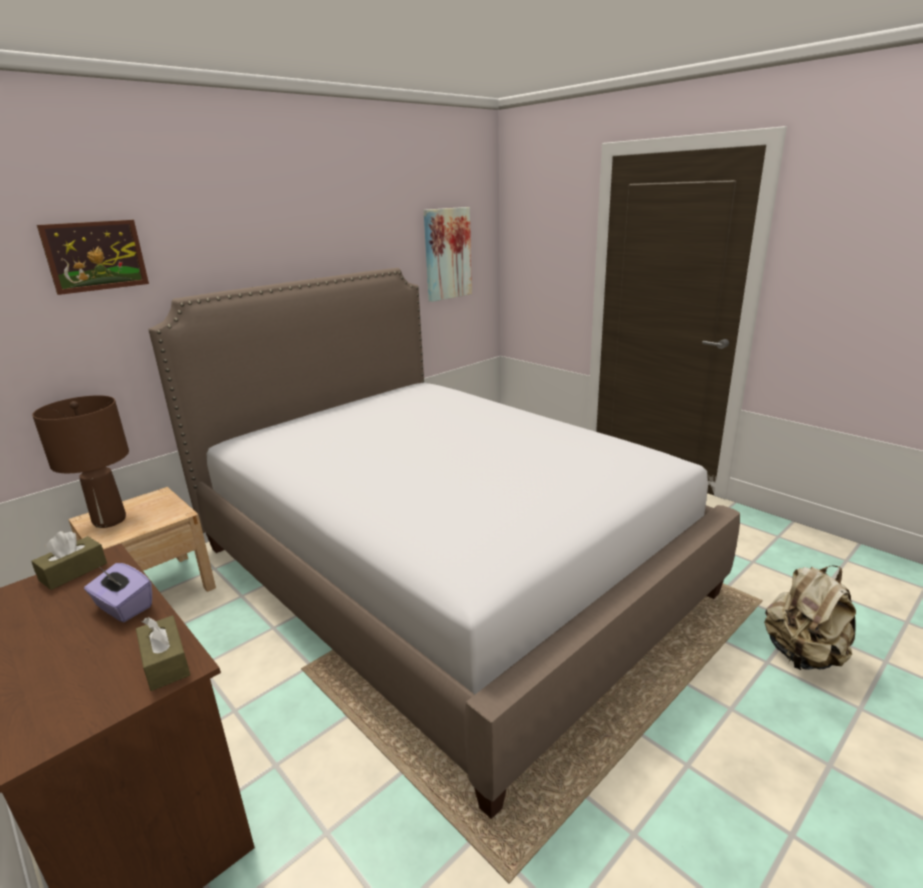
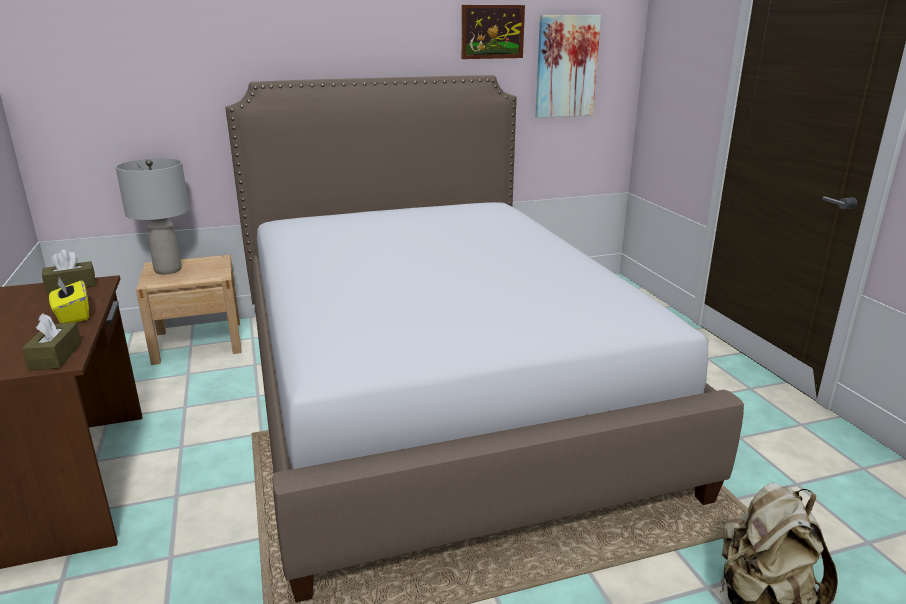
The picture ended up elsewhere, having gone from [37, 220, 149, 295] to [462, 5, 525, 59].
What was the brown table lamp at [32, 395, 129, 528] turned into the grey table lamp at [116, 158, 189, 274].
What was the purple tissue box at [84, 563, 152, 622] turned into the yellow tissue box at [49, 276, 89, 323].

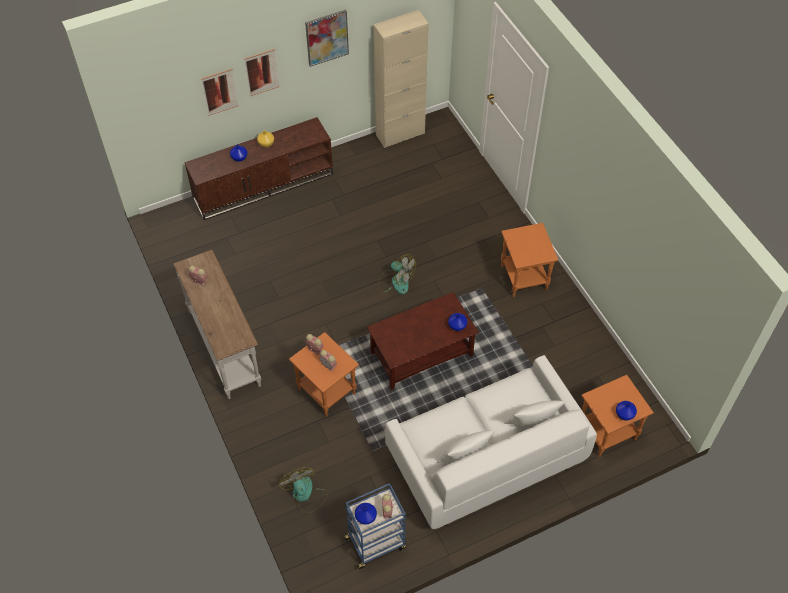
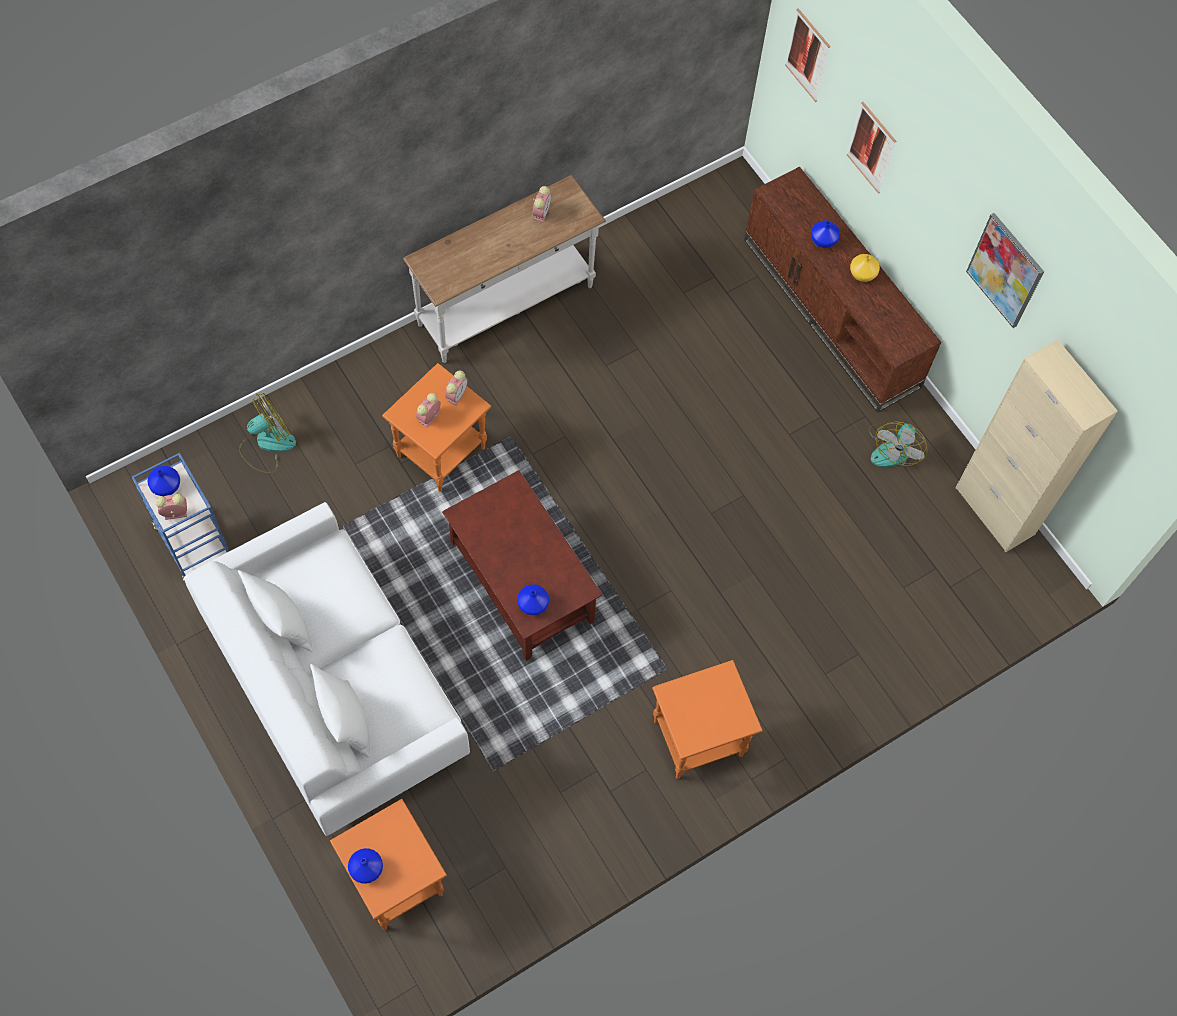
The picture ended up elsewhere, having gone from [244, 49, 280, 96] to [785, 8, 830, 102].
The fan ended up elsewhere, having gone from [378, 254, 416, 294] to [869, 422, 927, 467].

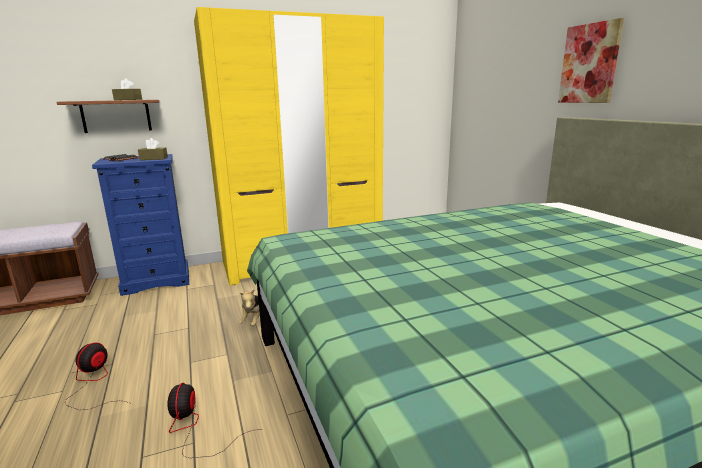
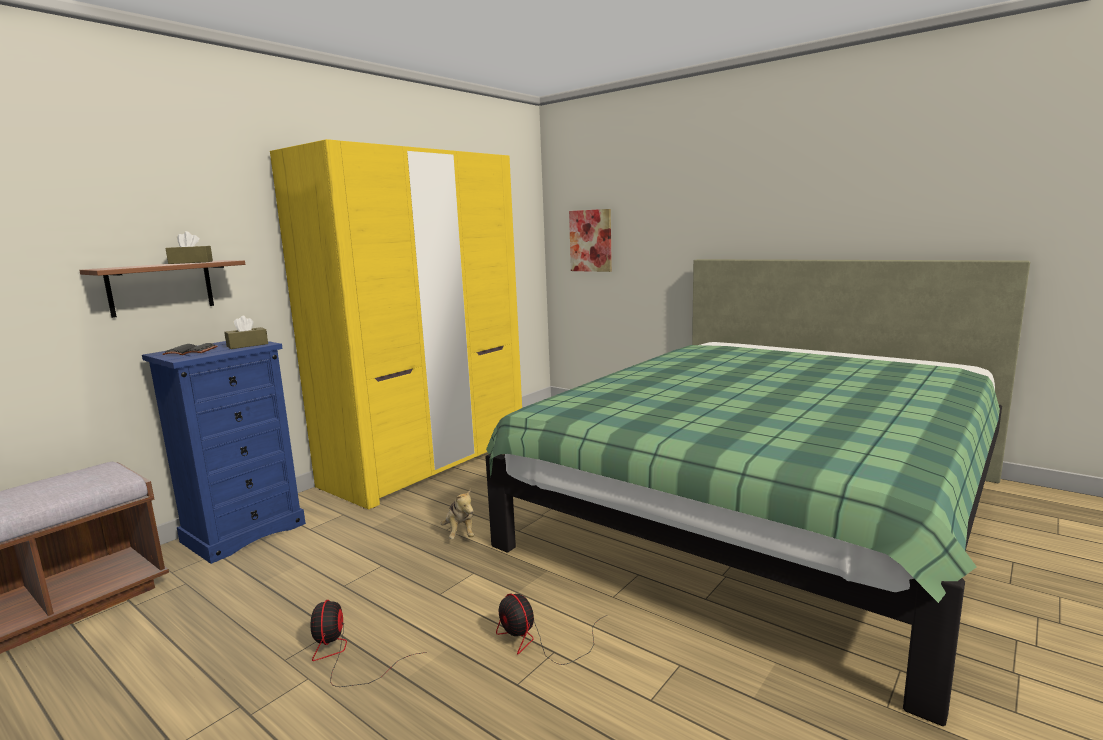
The picture ended up elsewhere, having gone from [558, 18, 624, 103] to [569, 209, 612, 272].

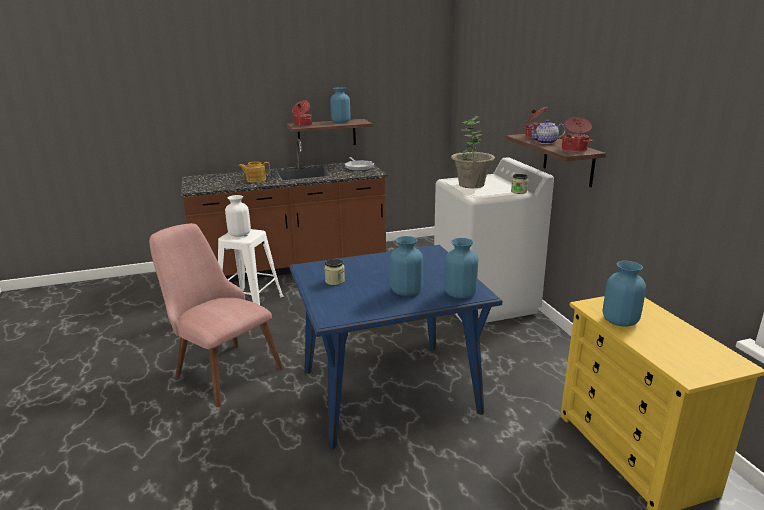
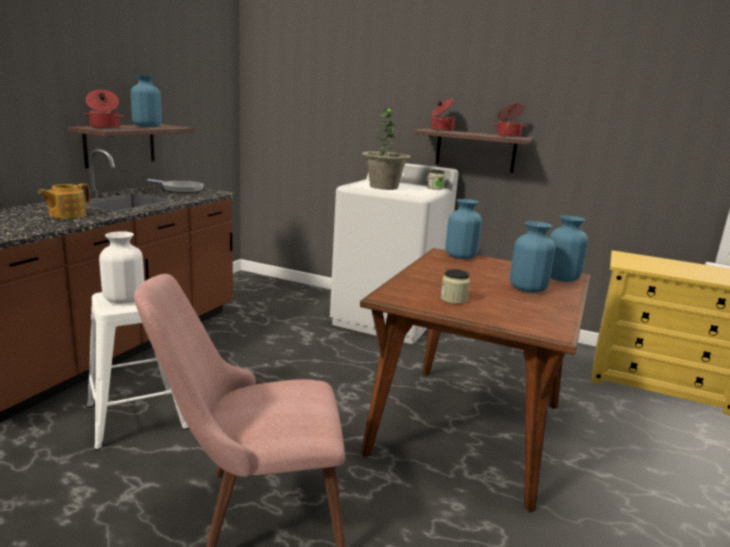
The second view lost the teapot at [528, 120, 566, 144].
What was the blue dining table at [289, 245, 502, 449] turned into the brown dining table at [360, 248, 590, 512].
The blue vase ended up elsewhere, having gone from [603, 261, 646, 327] to [445, 199, 482, 259].

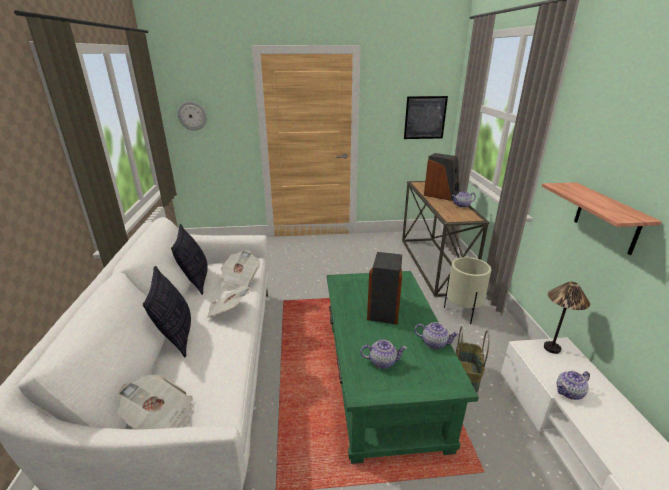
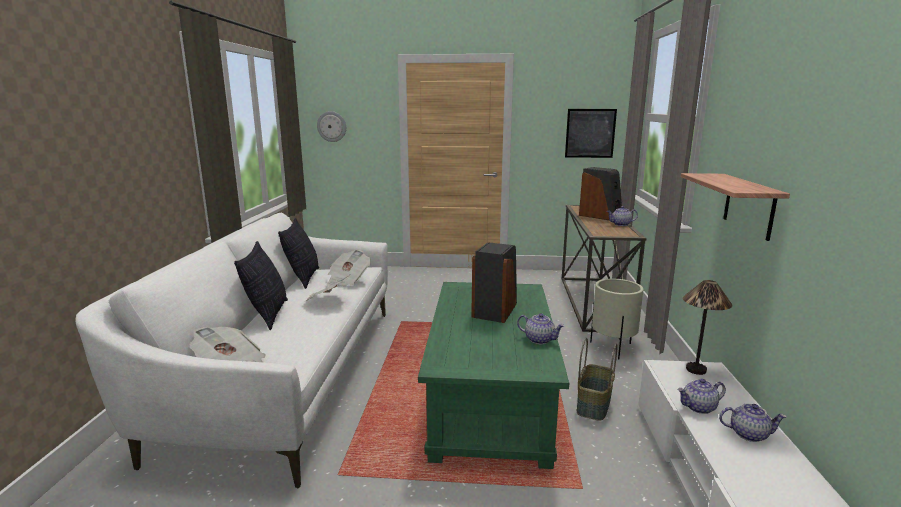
The teapot ended up elsewhere, having gone from [361, 340, 407, 369] to [719, 404, 787, 442].

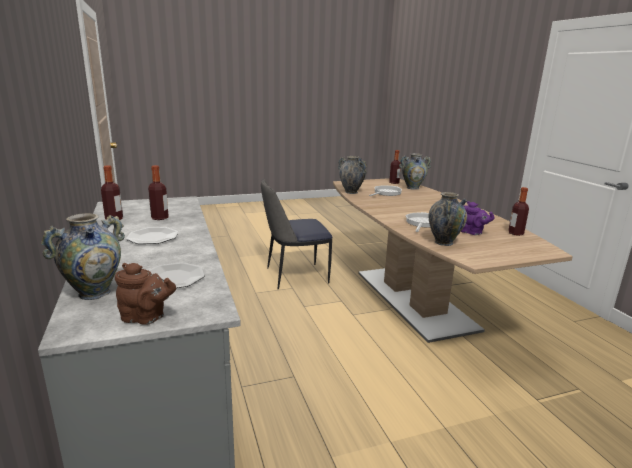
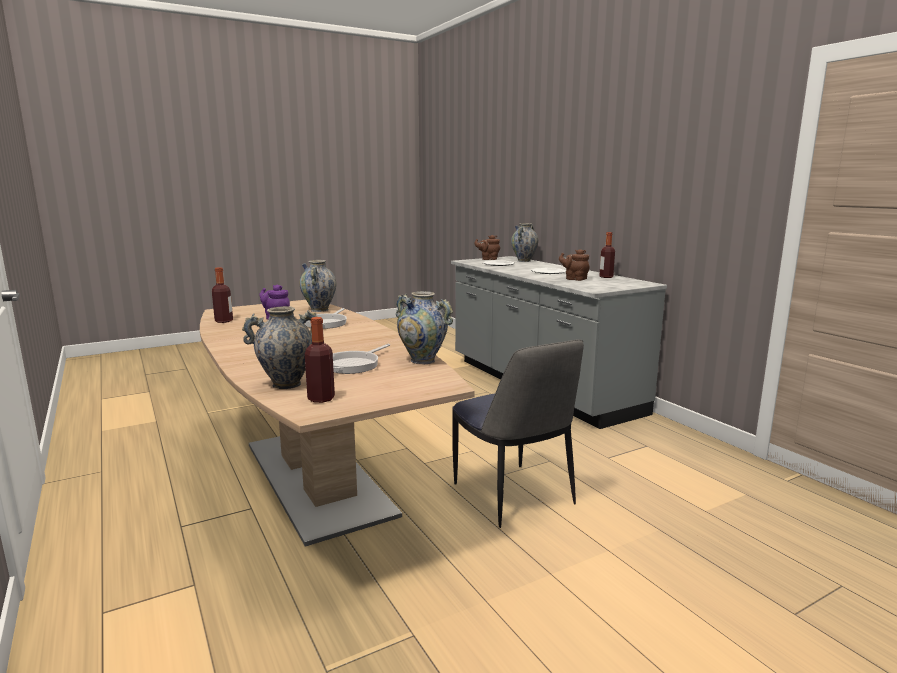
Where the bottle stood at [148, 165, 169, 220], the brown teapot came to stand at [559, 249, 590, 281].
The chair at [261, 179, 333, 289] ended up facing another way, 90 degrees clockwise from before.

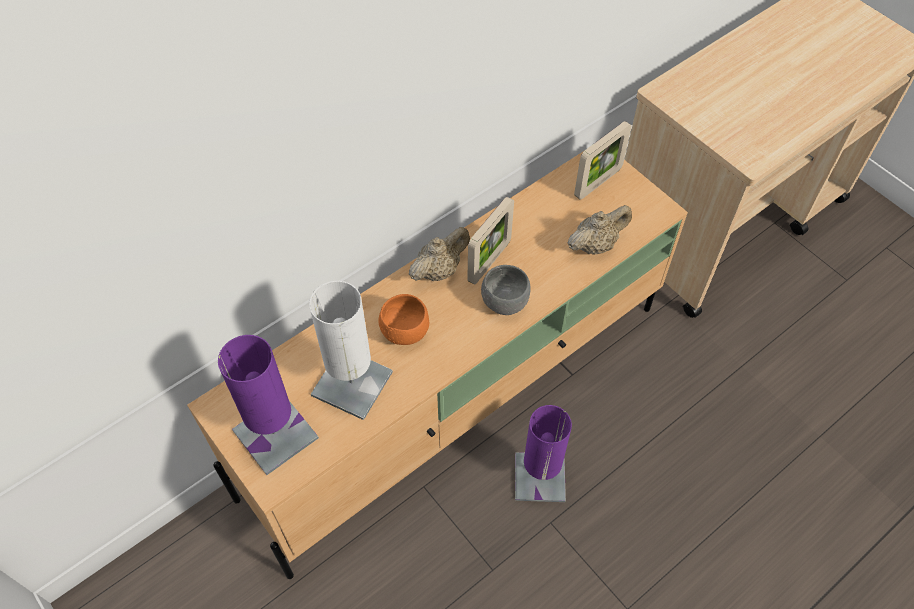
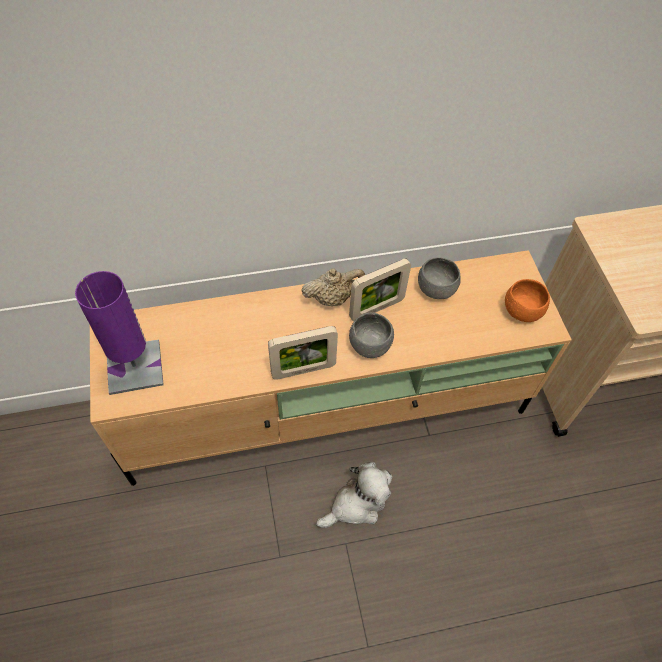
The picture frame ended up elsewhere, having gone from [574, 121, 632, 200] to [268, 326, 338, 380].
The second view lost the beige teapot at [567, 205, 632, 255].
The second view lost the white table lamp at [309, 281, 393, 420].
The orange bowl ended up elsewhere, having gone from [379, 294, 429, 345] to [505, 279, 550, 322].
Where the purple table lamp stood at [515, 405, 572, 502], the plush toy came to stand at [316, 462, 392, 528].
The second view gained the grey bowl at [418, 257, 461, 299].

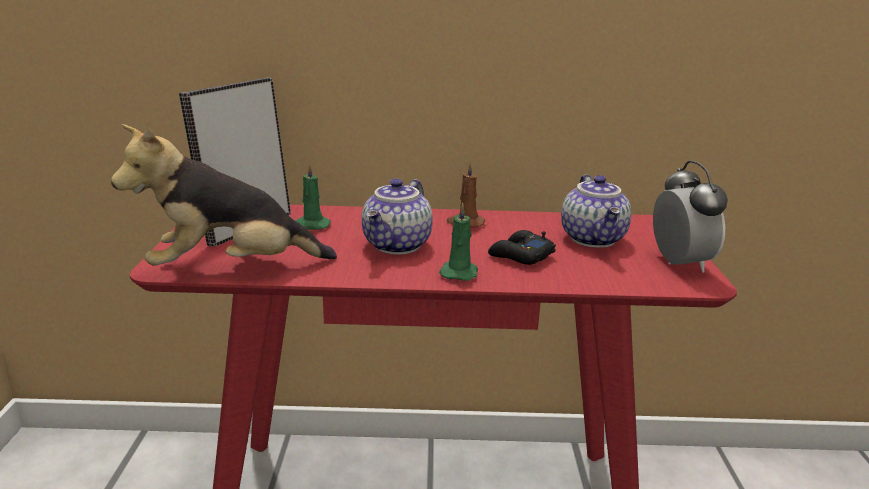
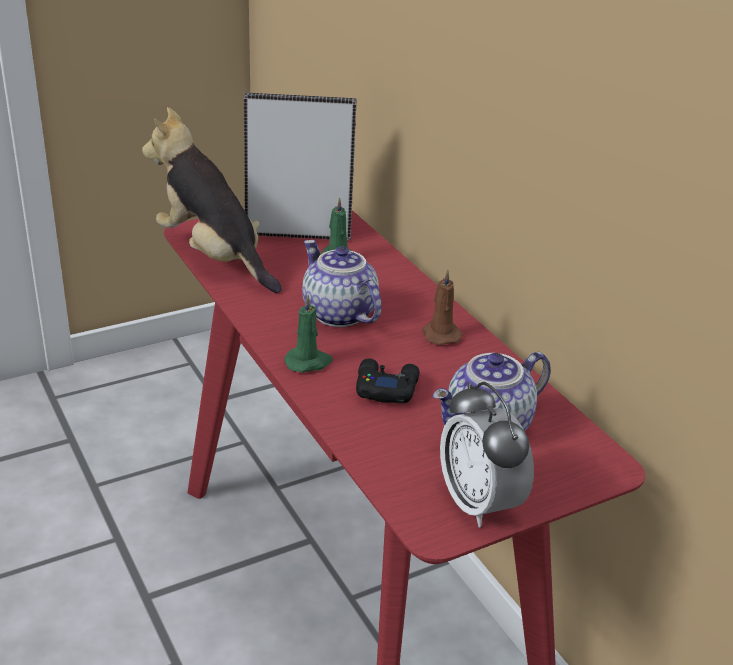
The alarm clock at [653, 161, 728, 273] ended up facing another way, 105 degrees clockwise from before.
The teapot at [362, 179, 433, 255] ended up facing another way, 60 degrees clockwise from before.

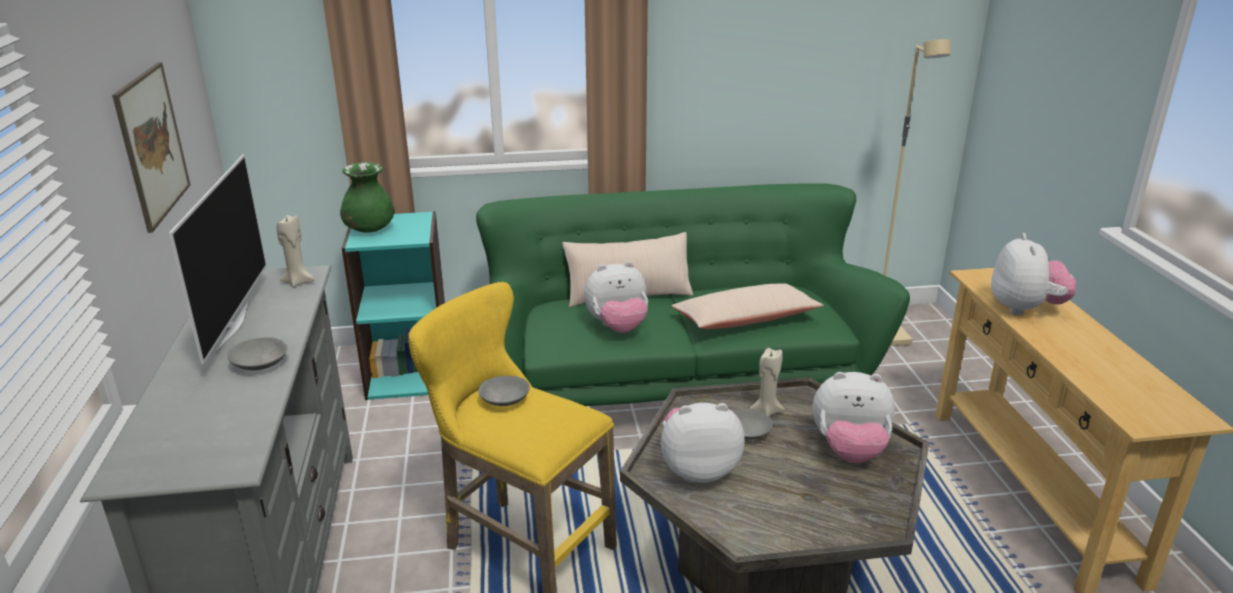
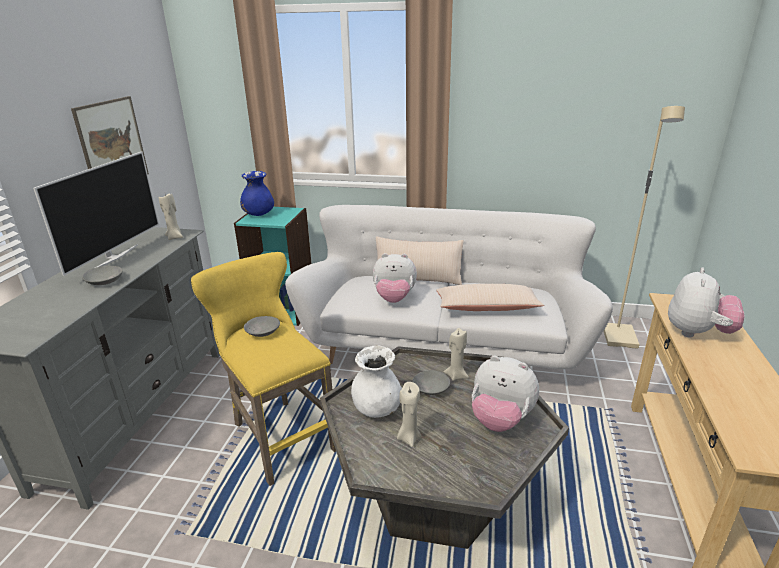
What was the green vase at [340, 162, 395, 233] turned into the blue vase at [240, 171, 274, 216].
What was the green sofa at [476, 183, 910, 406] turned into the white sofa at [285, 205, 613, 369].
Where the plush toy stood at [661, 403, 745, 483], the white vase came to stand at [351, 345, 402, 418].
The second view gained the beige candle at [397, 382, 421, 447].

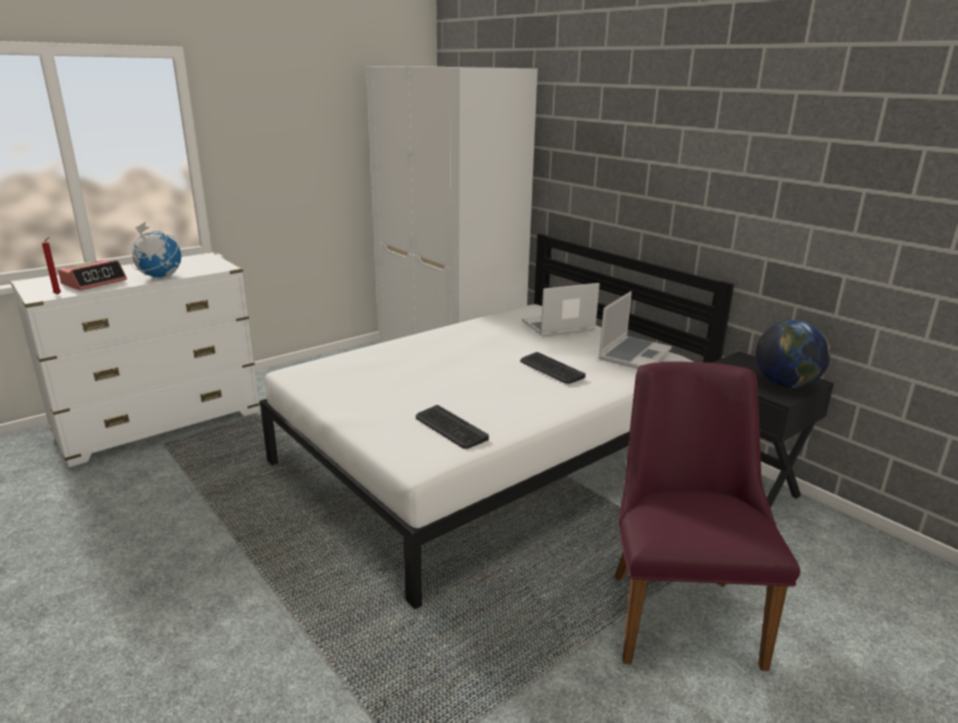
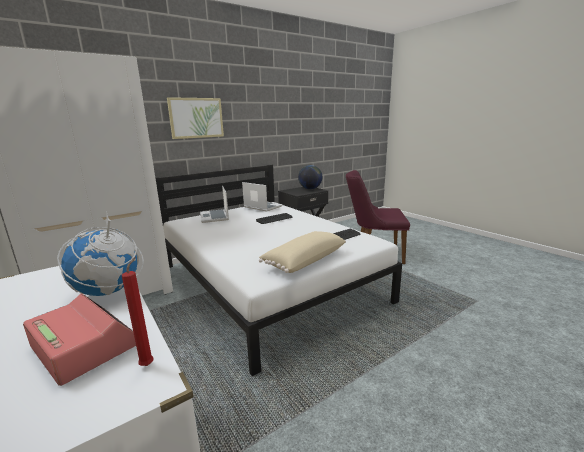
The second view gained the picture at [167, 97, 224, 139].
The second view gained the beige pillow at [259, 231, 346, 273].

